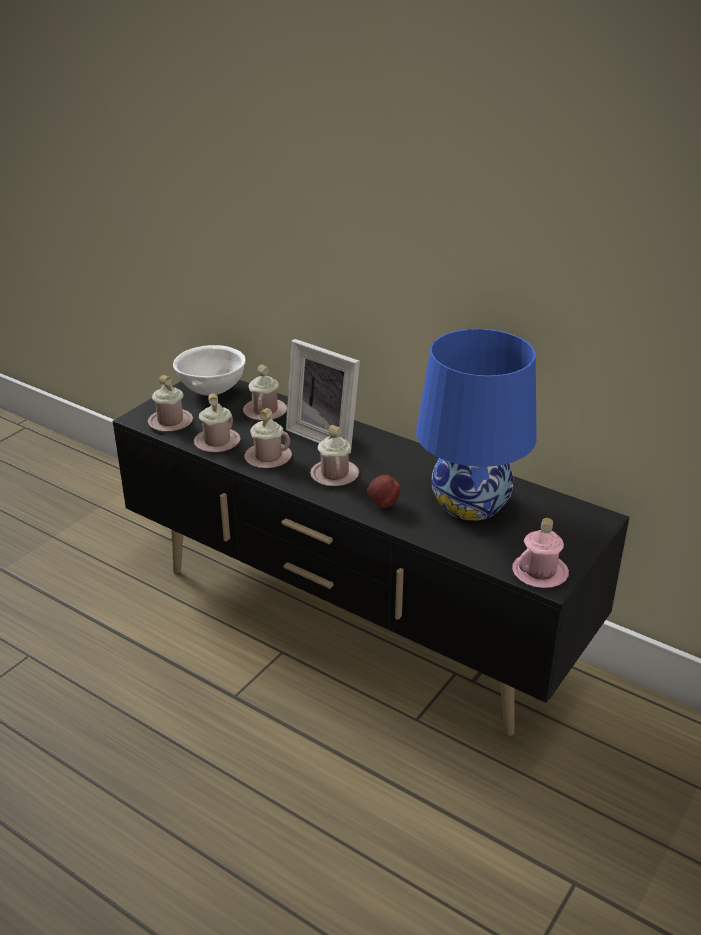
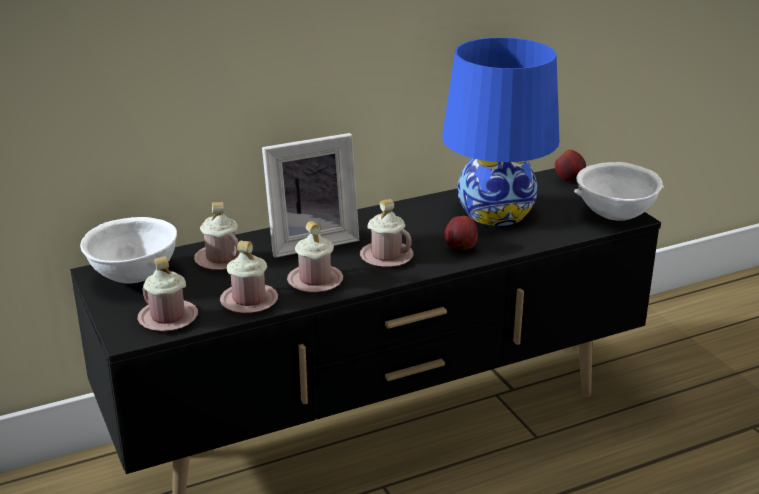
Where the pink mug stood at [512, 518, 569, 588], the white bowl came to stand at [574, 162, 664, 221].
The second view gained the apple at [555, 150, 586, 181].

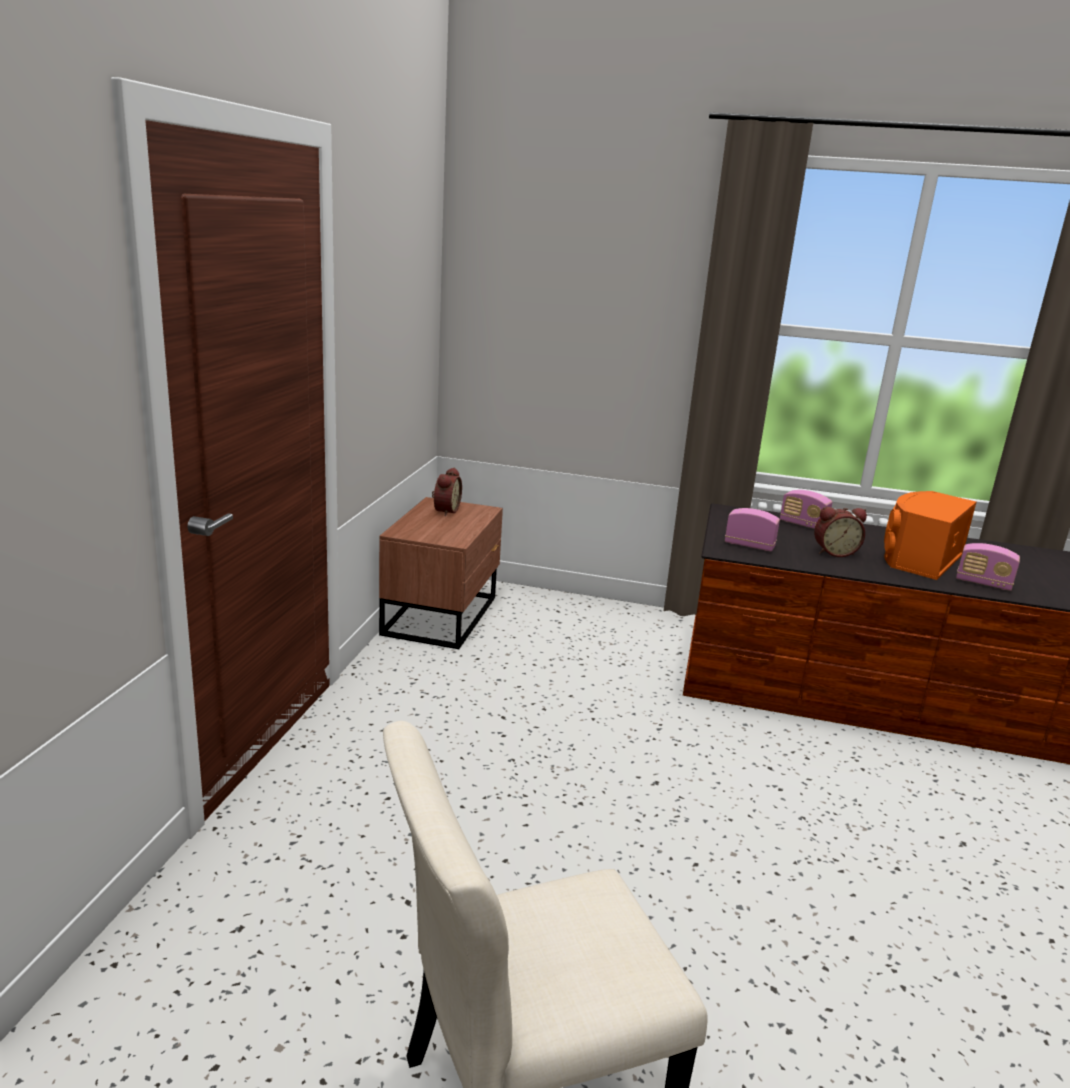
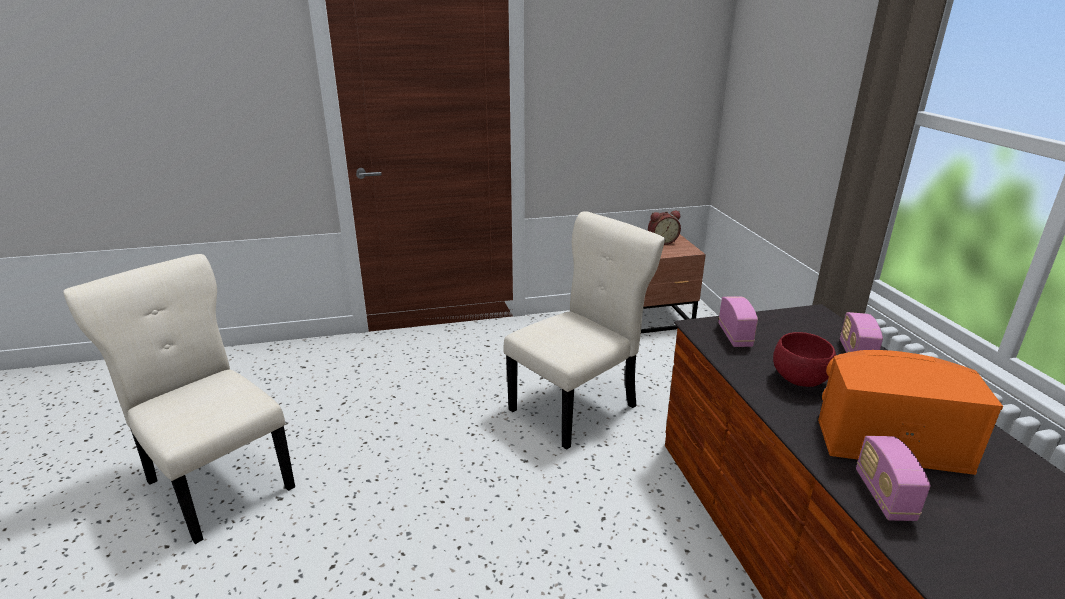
Where the alarm clock stood at [814, 507, 867, 557], the red bowl came to stand at [773, 332, 836, 387].
The second view gained the beige chair at [504, 211, 665, 450].

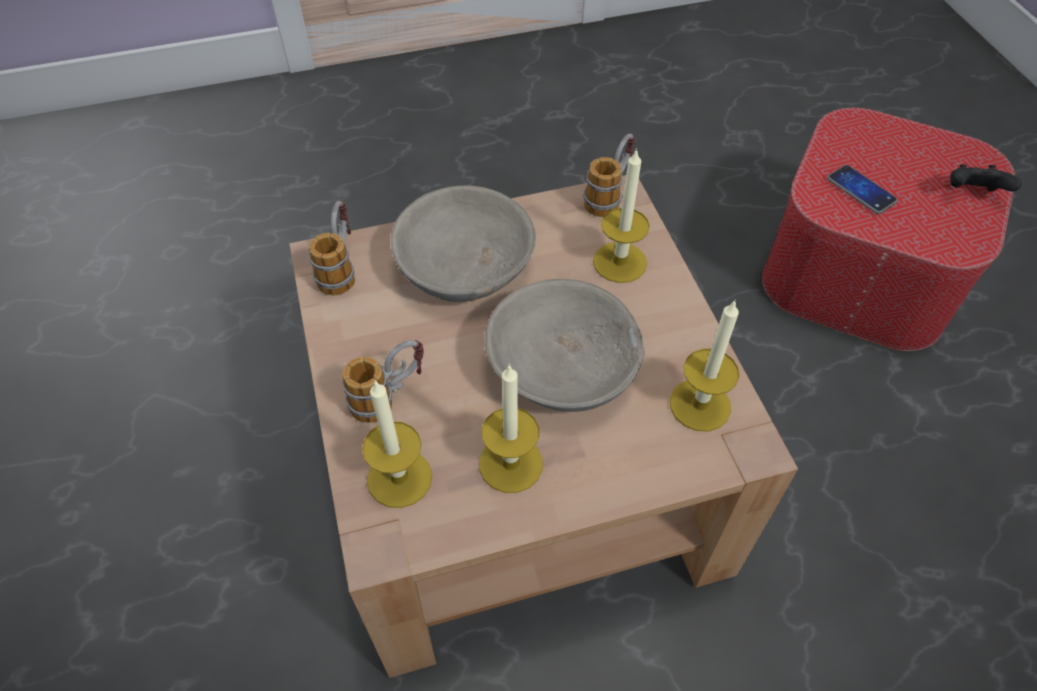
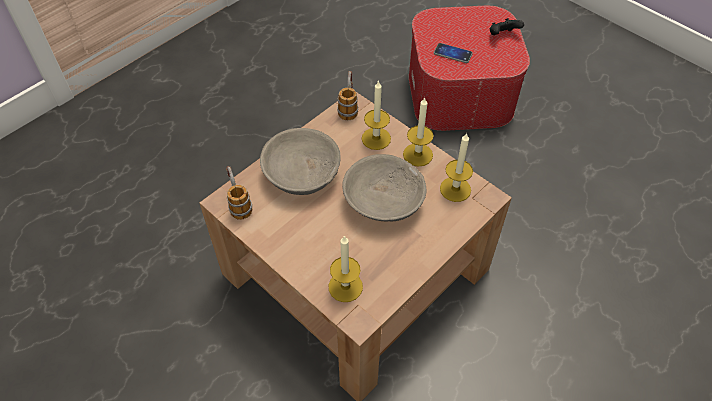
The second view lost the mug at [342, 340, 424, 423].
The candle ended up elsewhere, having gone from [479, 364, 543, 493] to [403, 97, 434, 166].

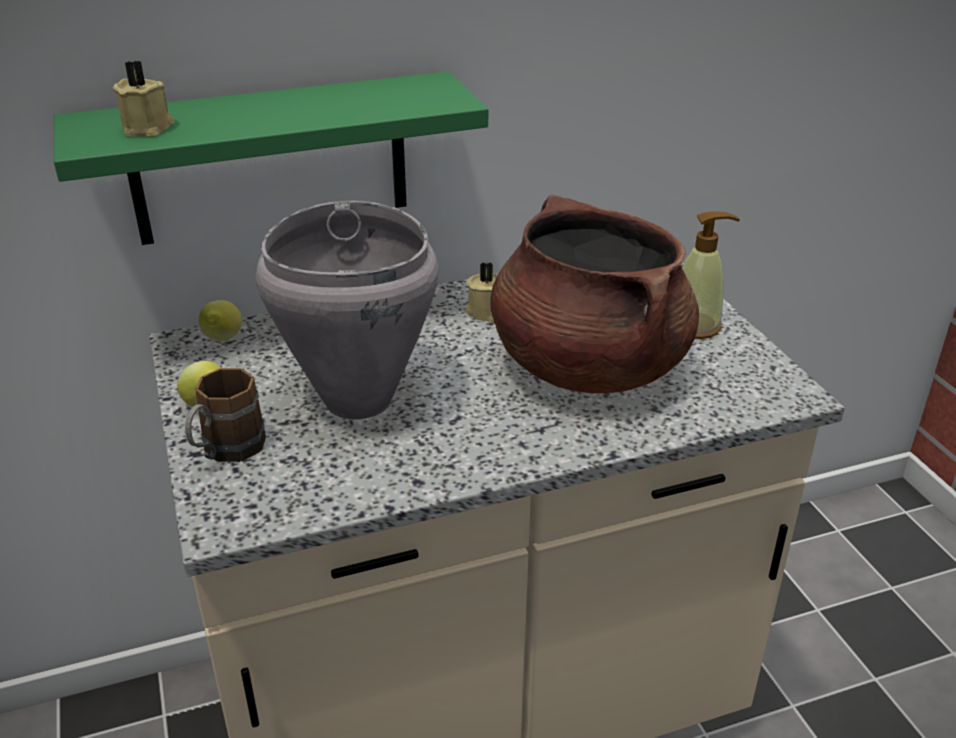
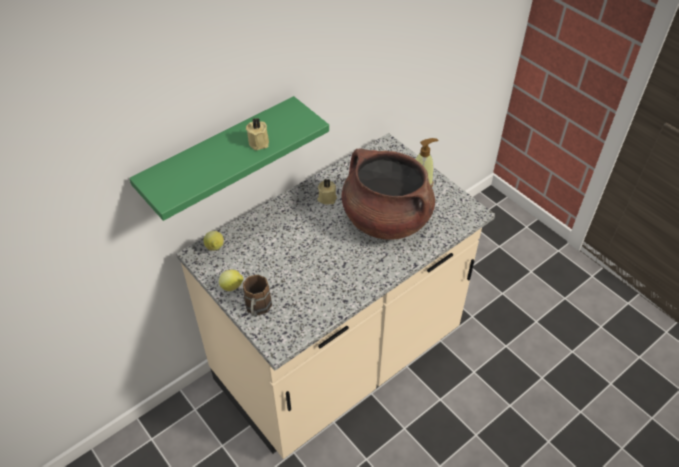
The beige candle ended up elsewhere, having gone from [113, 60, 175, 137] to [246, 118, 269, 150].
The second view lost the grey cooking pot at [256, 200, 438, 419].

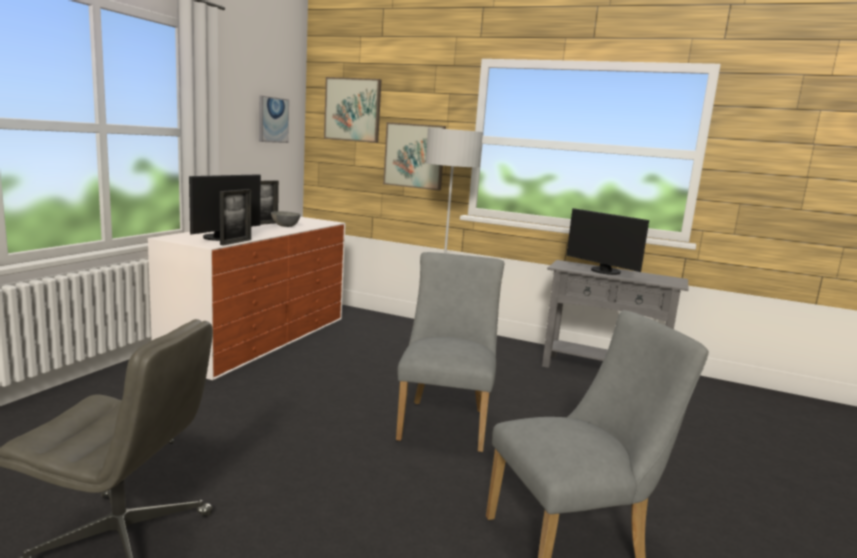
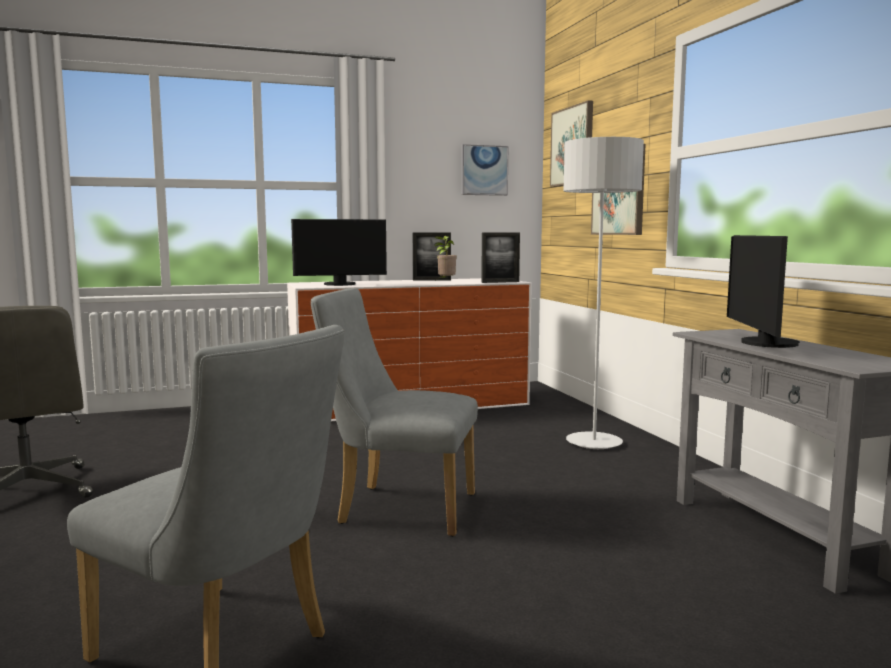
The picture frame ended up elsewhere, having gone from [220, 189, 251, 246] to [481, 233, 520, 283].
Where the grey bowl stood at [271, 211, 301, 227], the potted plant came to stand at [434, 236, 457, 280].
The grey chair at [396, 252, 504, 452] ended up facing another way, 135 degrees counterclockwise from before.

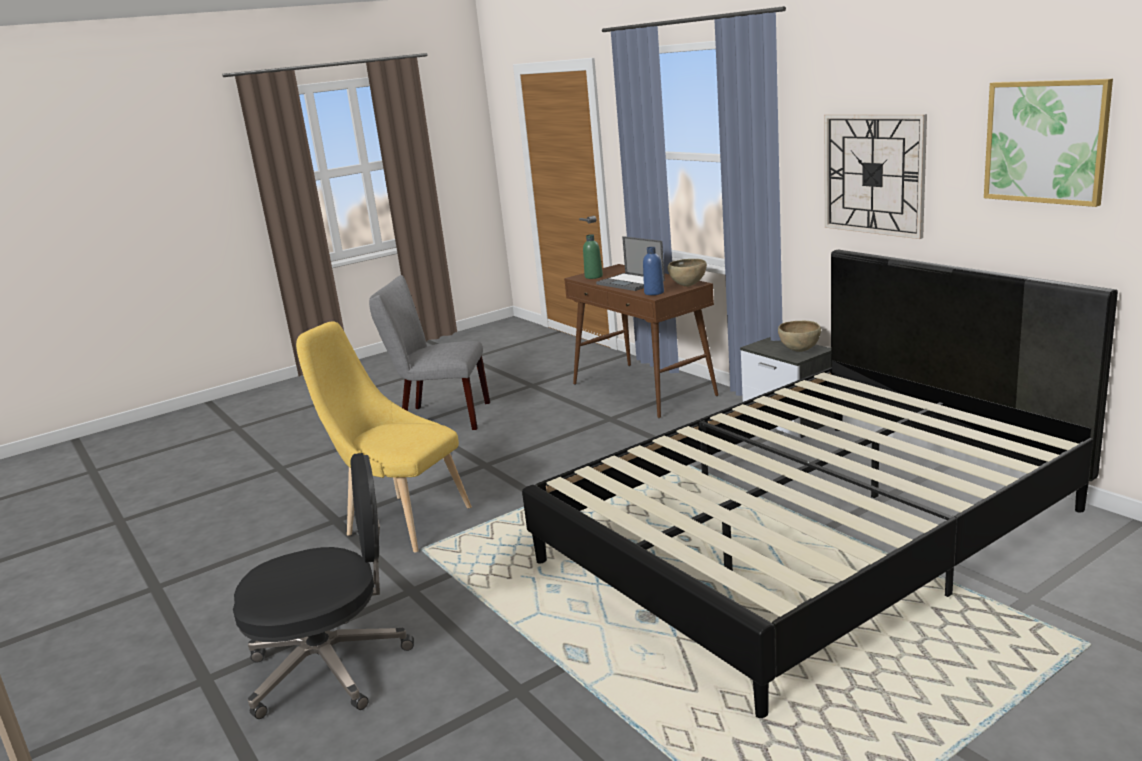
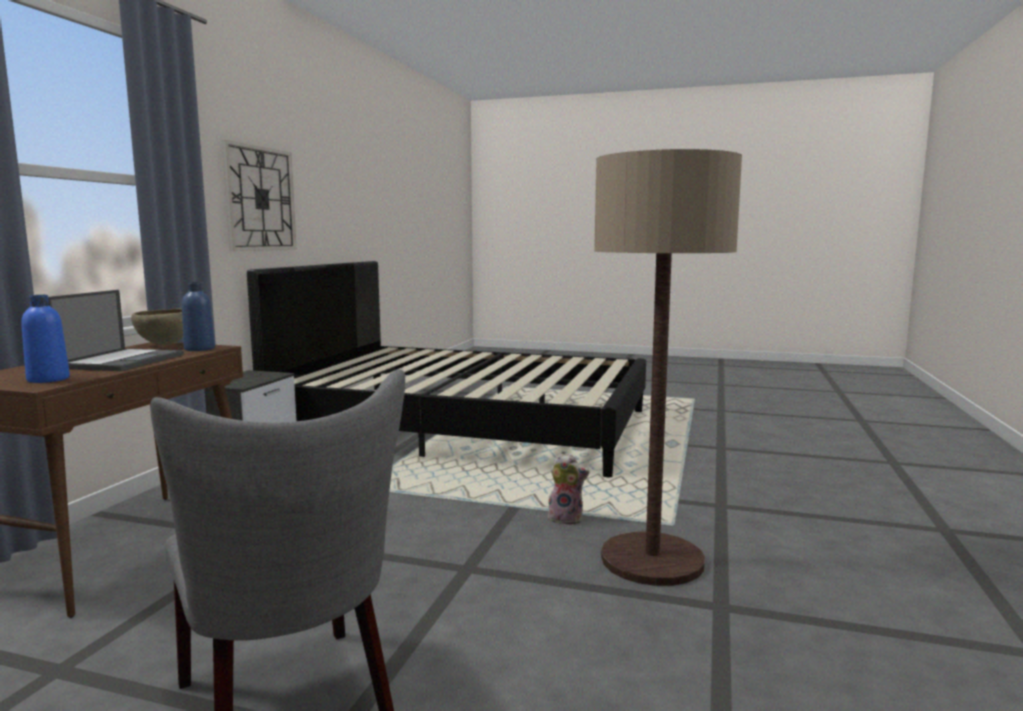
The second view lost the picture at [984, 79, 1113, 207].
What was the green bottle at [583, 234, 603, 279] turned into the blue bottle at [21, 295, 70, 383].
Where the yellow chair stood at [296, 321, 472, 553], the floor lamp came to stand at [594, 149, 742, 586].
The second view lost the brown bowl at [778, 321, 821, 352].
The second view lost the black office chair at [233, 453, 414, 719].
The second view gained the plush toy at [546, 454, 589, 525].

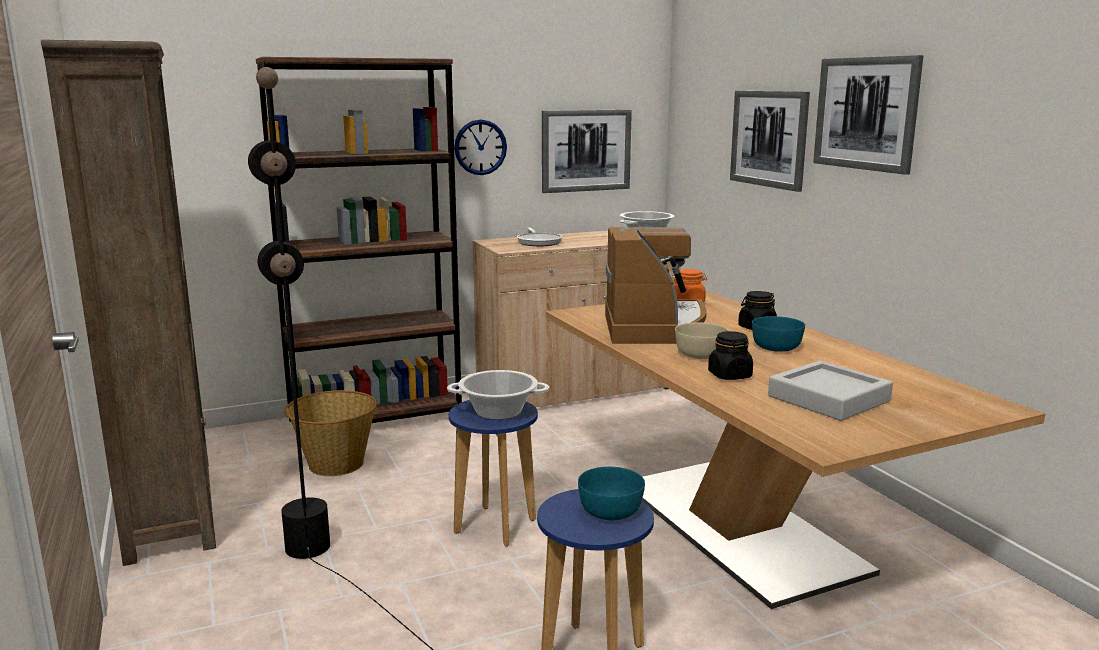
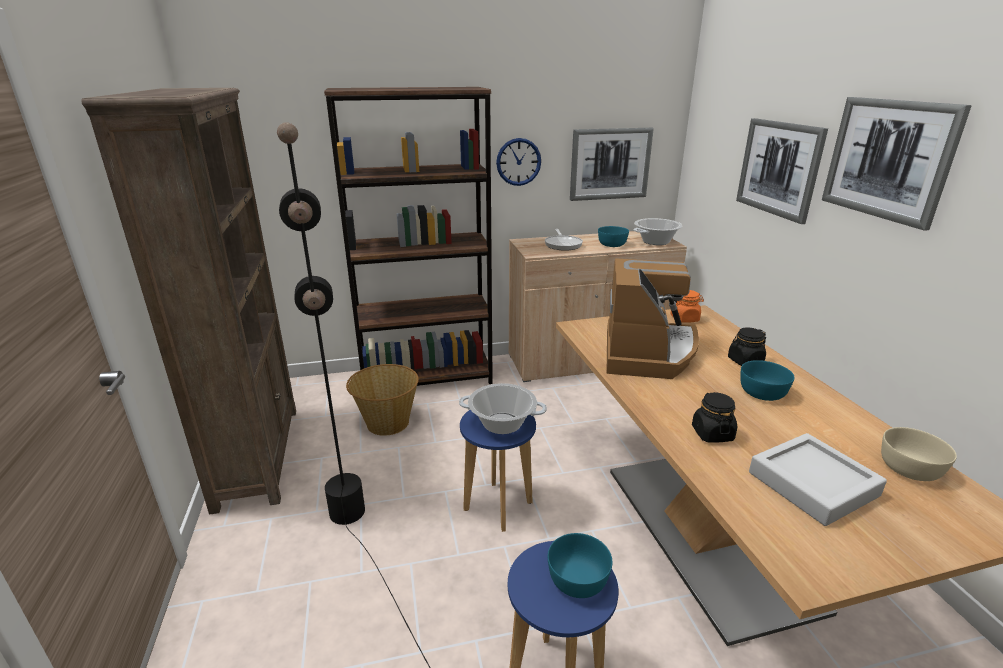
The beige bowl ended up elsewhere, having gone from [675, 323, 729, 359] to [881, 427, 957, 481].
The second view gained the turquoise bowl at [598, 226, 629, 247].

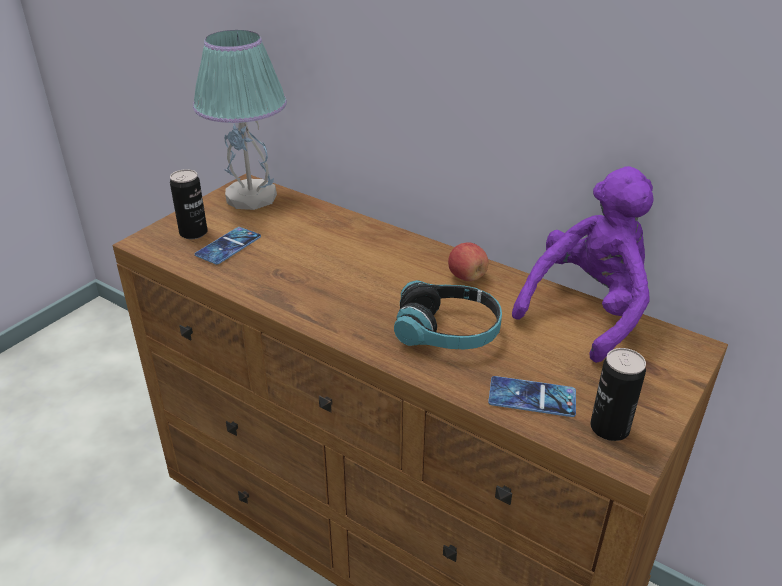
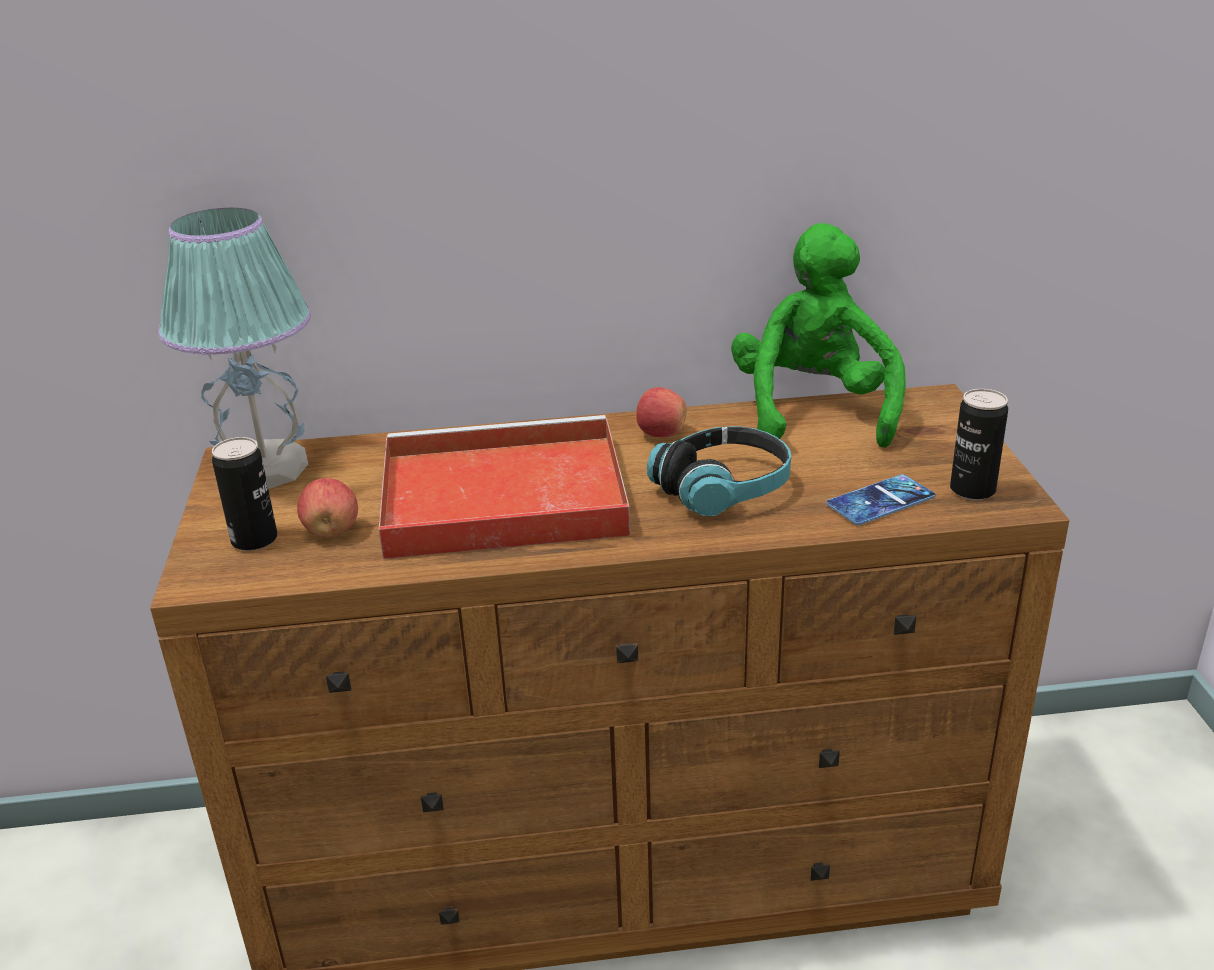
What was the purple plush toy at [512, 166, 654, 363] turned into the green plush toy at [731, 223, 906, 448].
Where the phone stood at [195, 227, 261, 265], the apple came to stand at [297, 478, 358, 537].
The second view gained the red tray at [379, 415, 630, 559].

